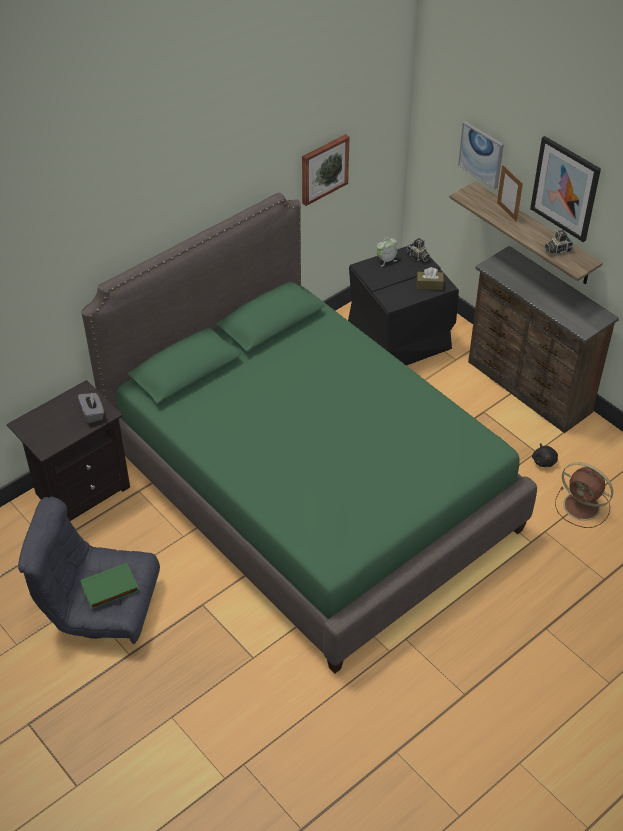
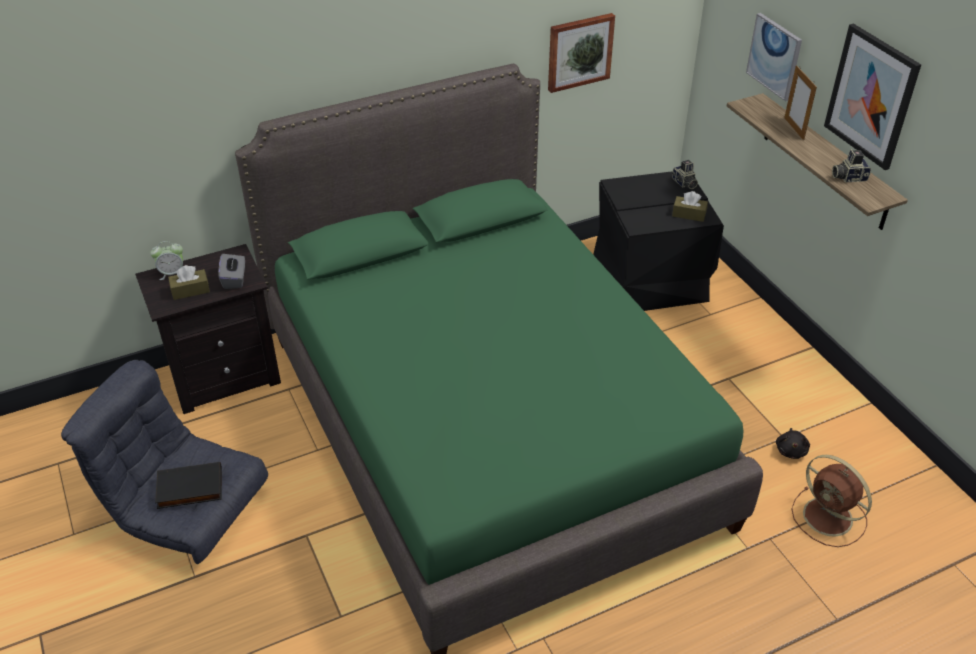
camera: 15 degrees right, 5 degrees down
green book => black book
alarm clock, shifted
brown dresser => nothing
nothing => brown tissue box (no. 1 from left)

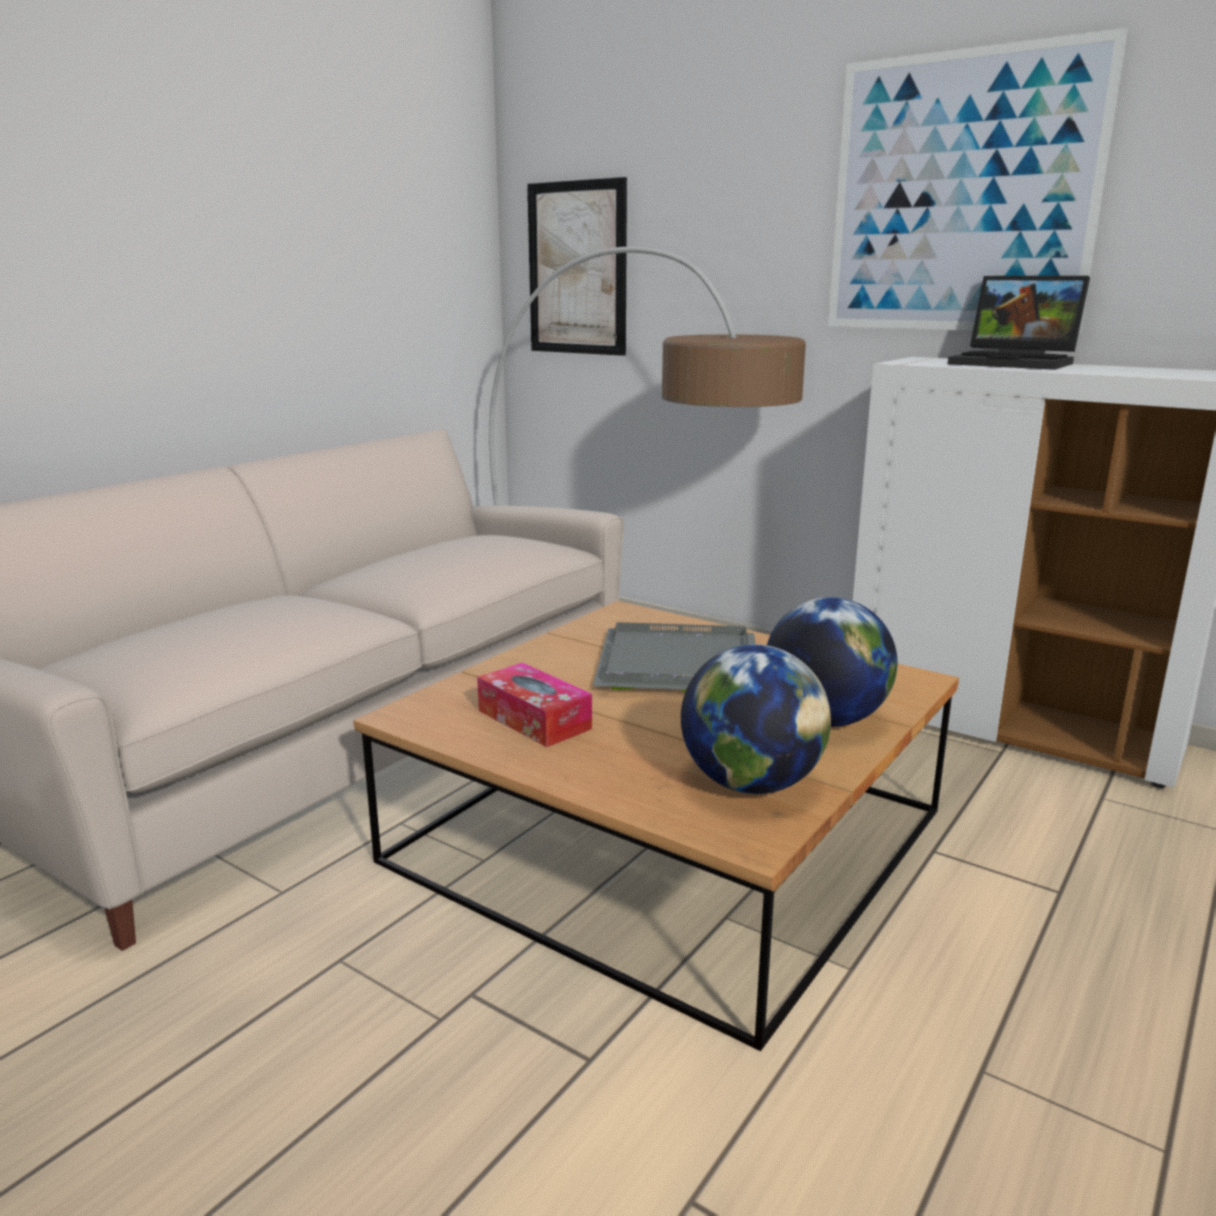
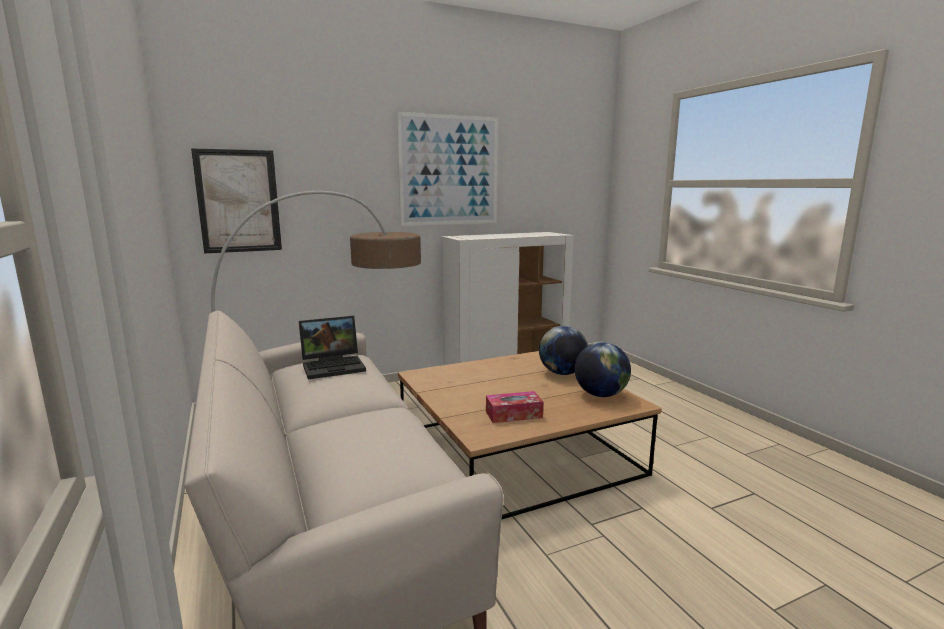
camera: 60 degrees left, 5 degrees down
grey tray => nothing
laptop, shifted

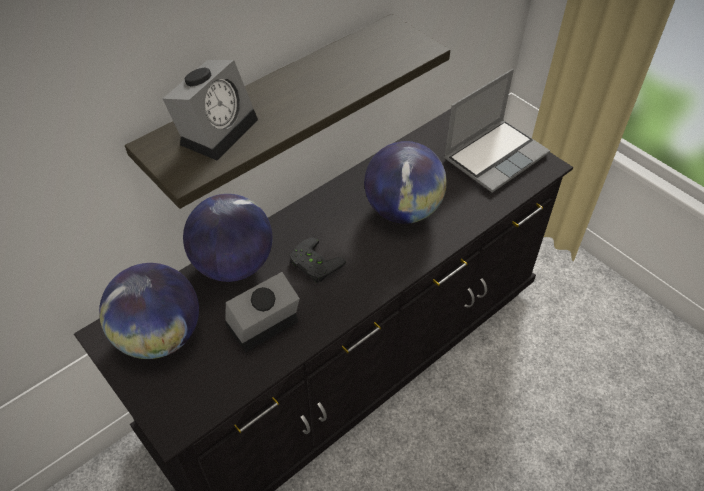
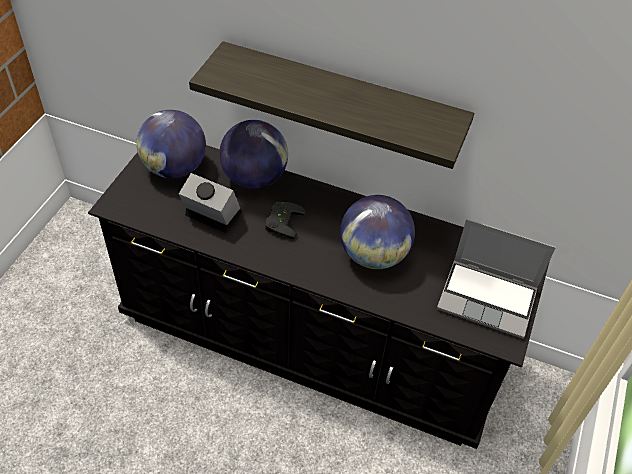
camera: 60 degrees right, 0 degrees up
alarm clock (no. 1 from left) => nothing

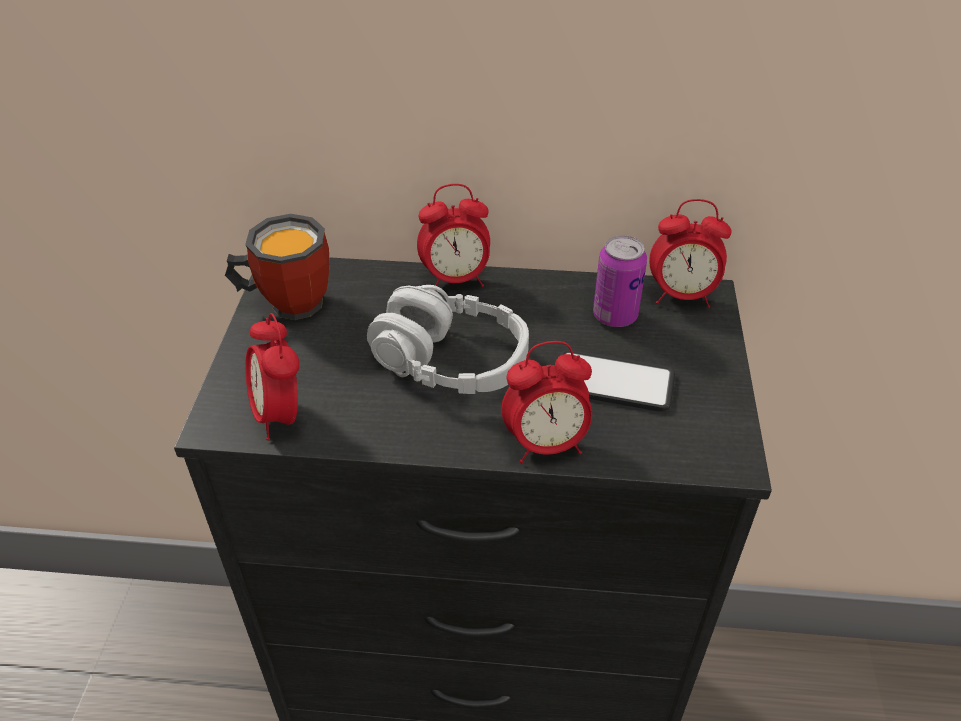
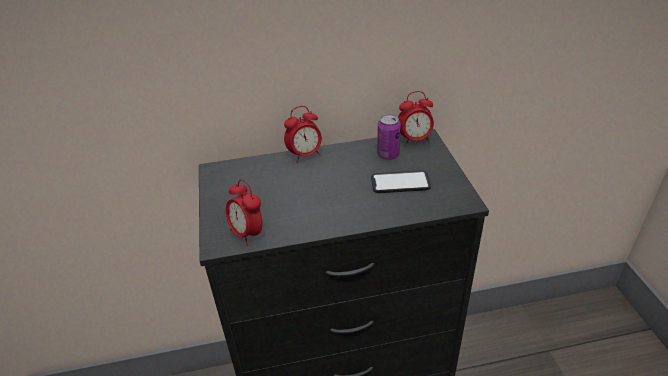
camera: 15 degrees left, 5 degrees down
mug => nothing
grey headphones => nothing
alarm clock (no. 3 from left) => nothing

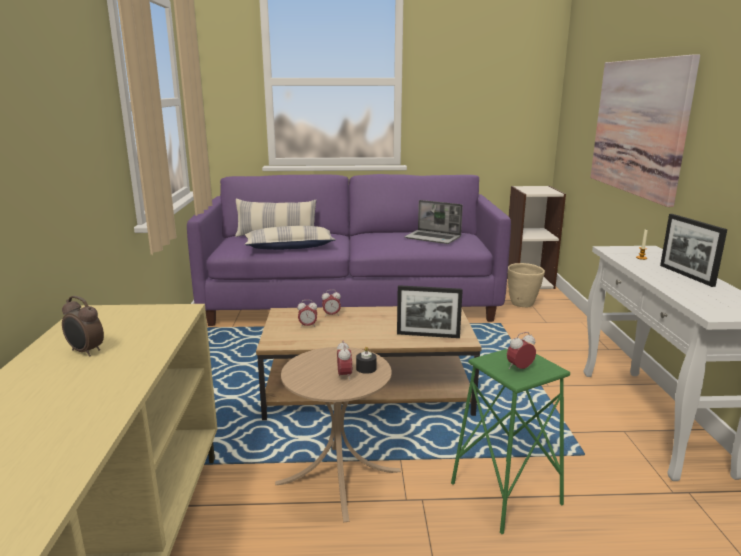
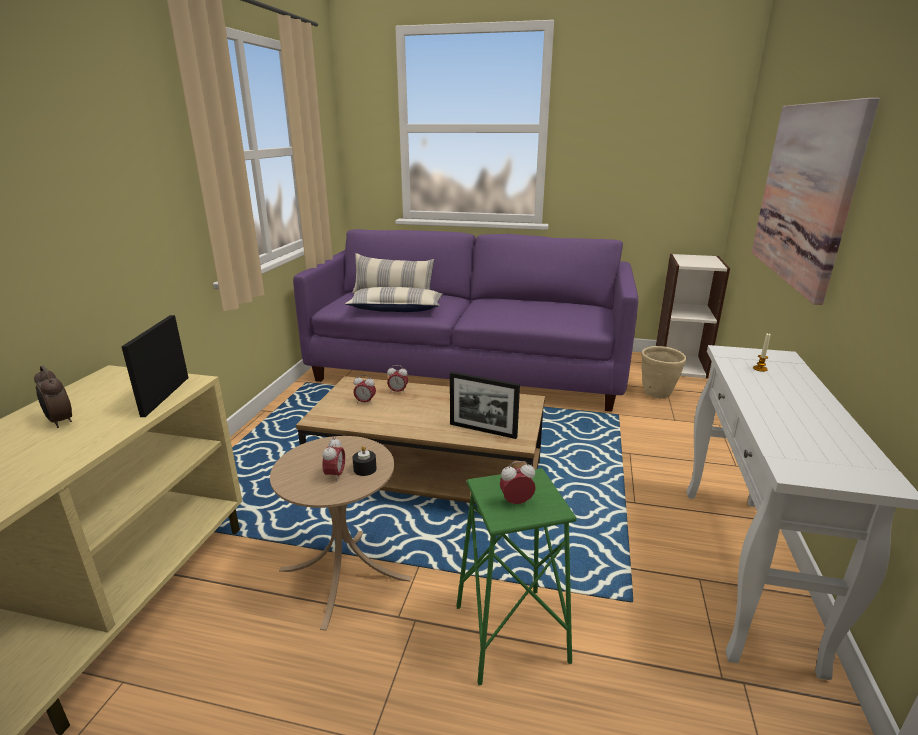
camera: 15 degrees right, 5 degrees up
laptop => nothing
picture frame (no. 2 from left in the first image) => picture frame (no. 1 from left), shifted

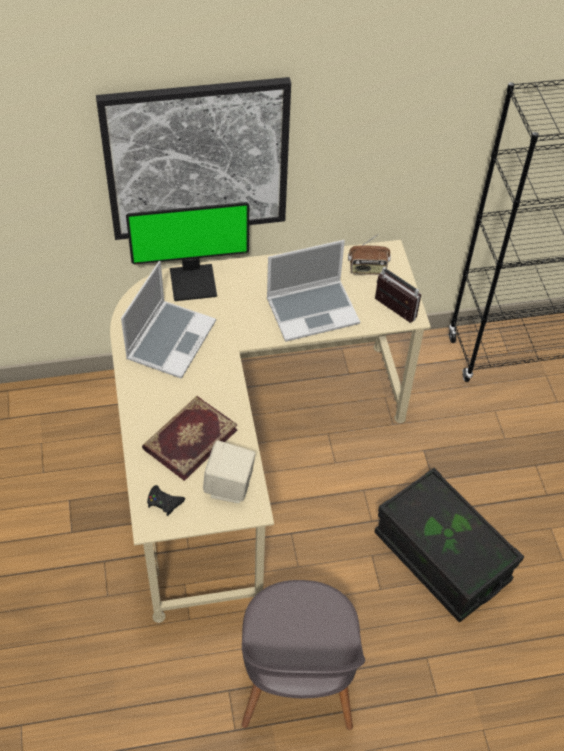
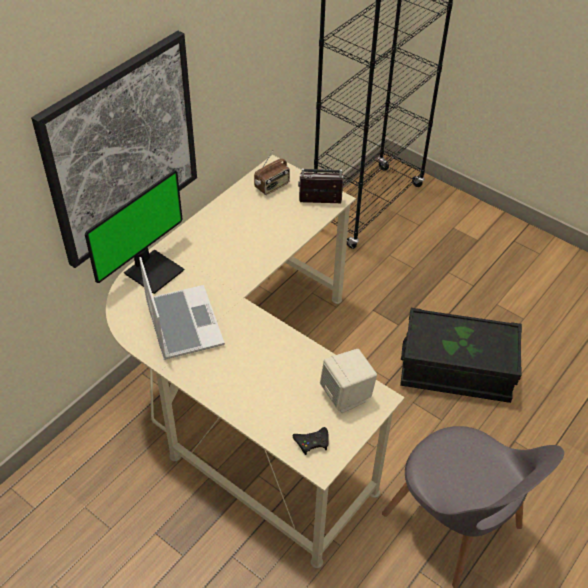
camera: 40 degrees left, 5 degrees down
book => nothing
laptop (no. 2 from left) => nothing

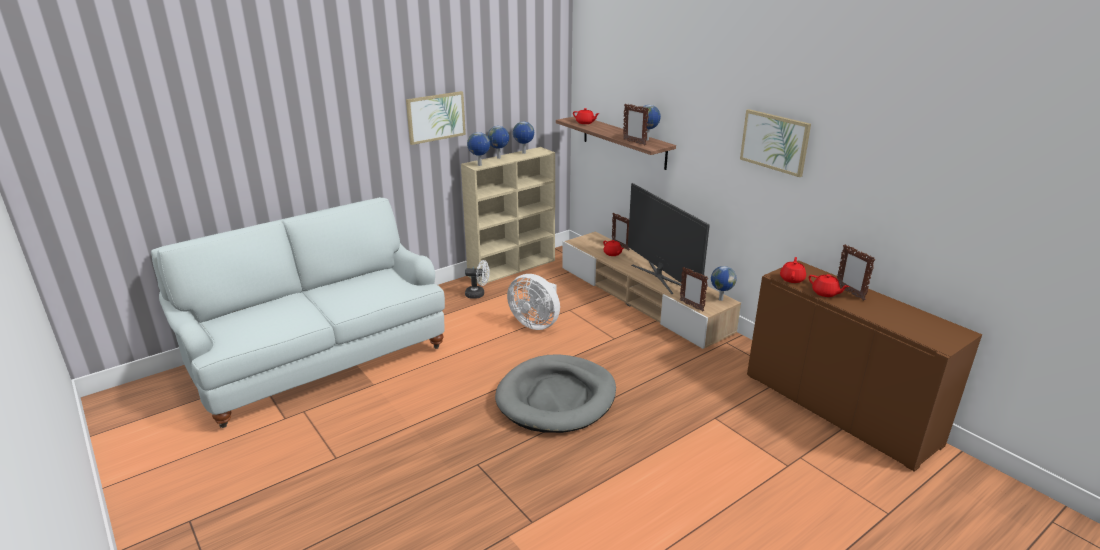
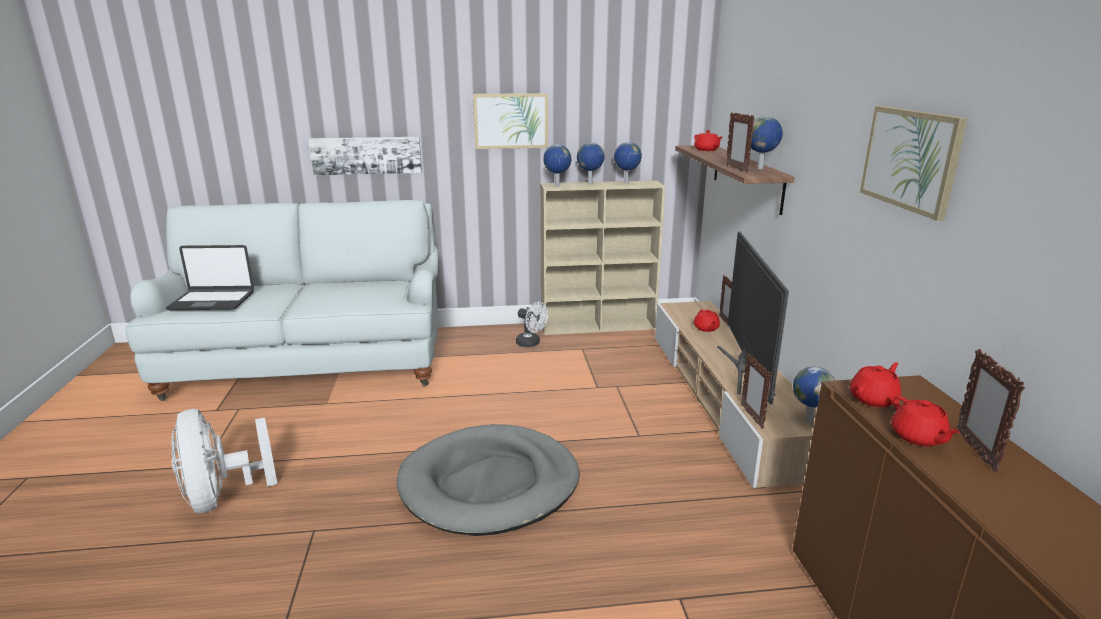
camera: 30 degrees right, 5 degrees down
white fan (no. 2 from left in the first image) => white fan (no. 1 from left), shifted
nothing => laptop
nothing => picture (no. 1 from left)

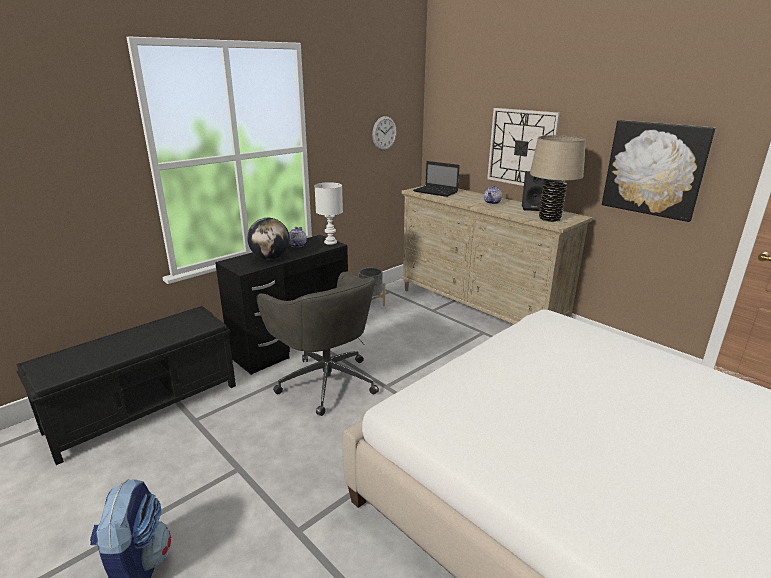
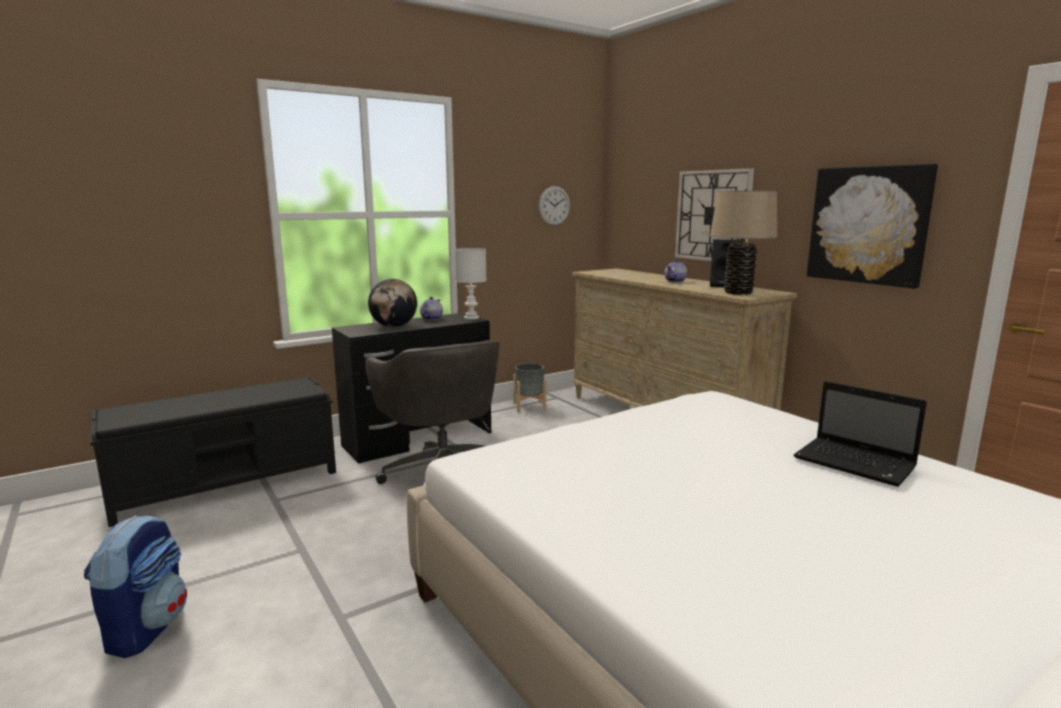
camera: 10 degrees right, 10 degrees down
laptop, shifted

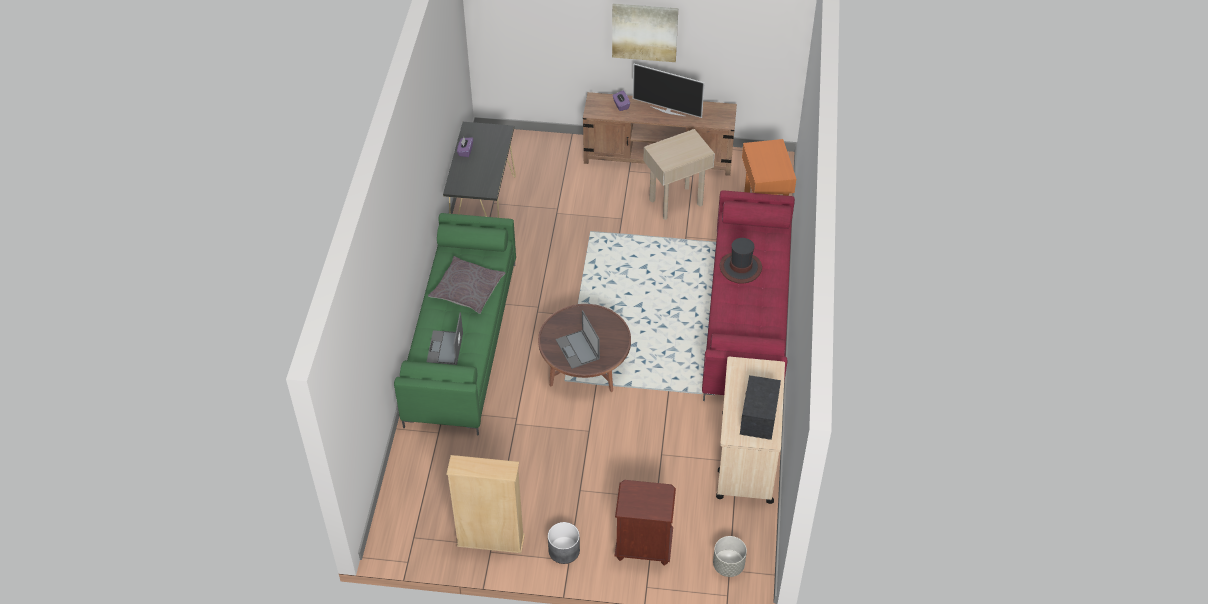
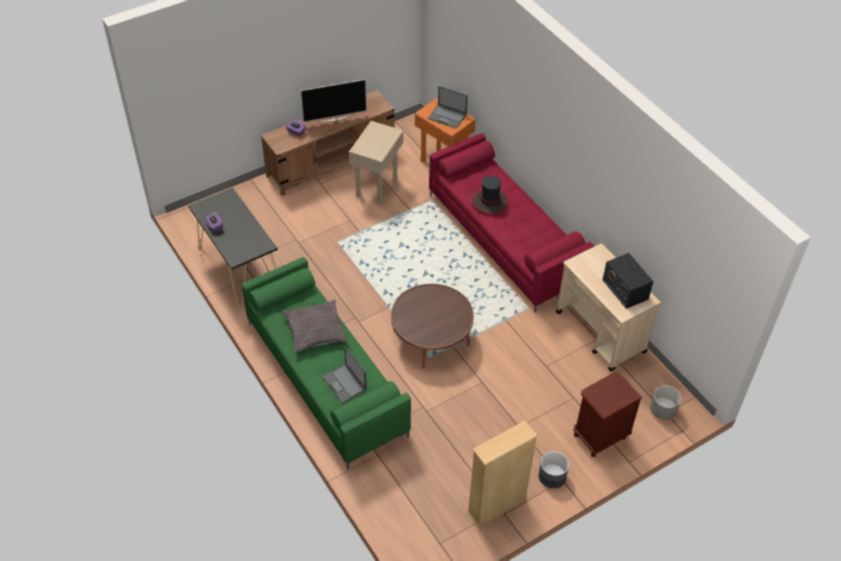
camera: 40 degrees left, 0 degrees up
laptop (no. 2 from left), shifted
picture => nothing

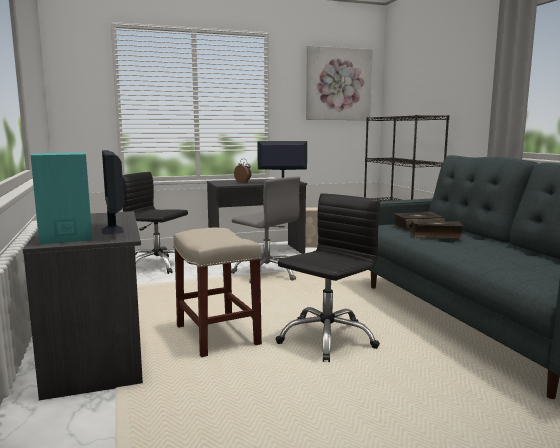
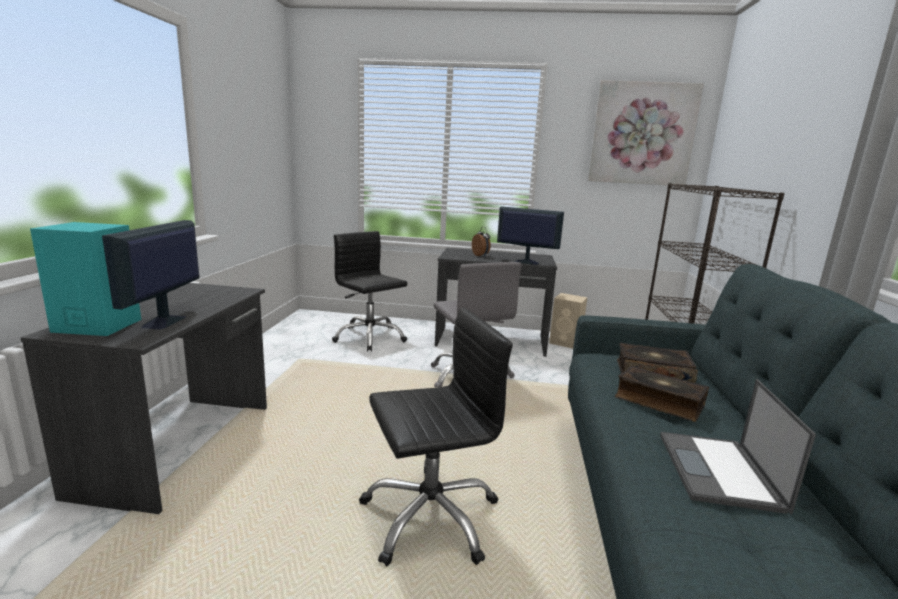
camera: 25 degrees right, 5 degrees up
beige stool => nothing
nothing => laptop

